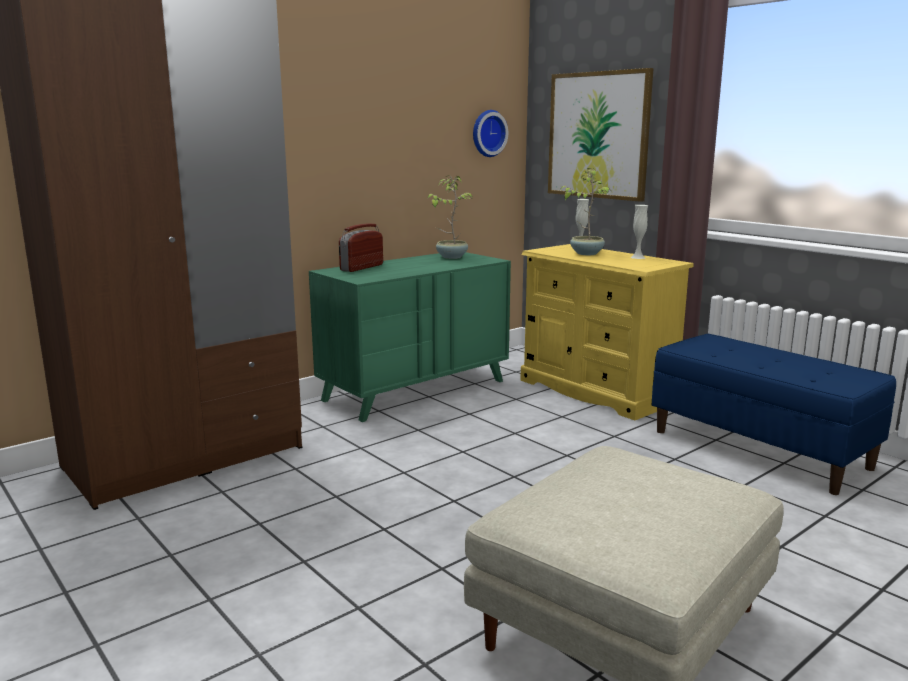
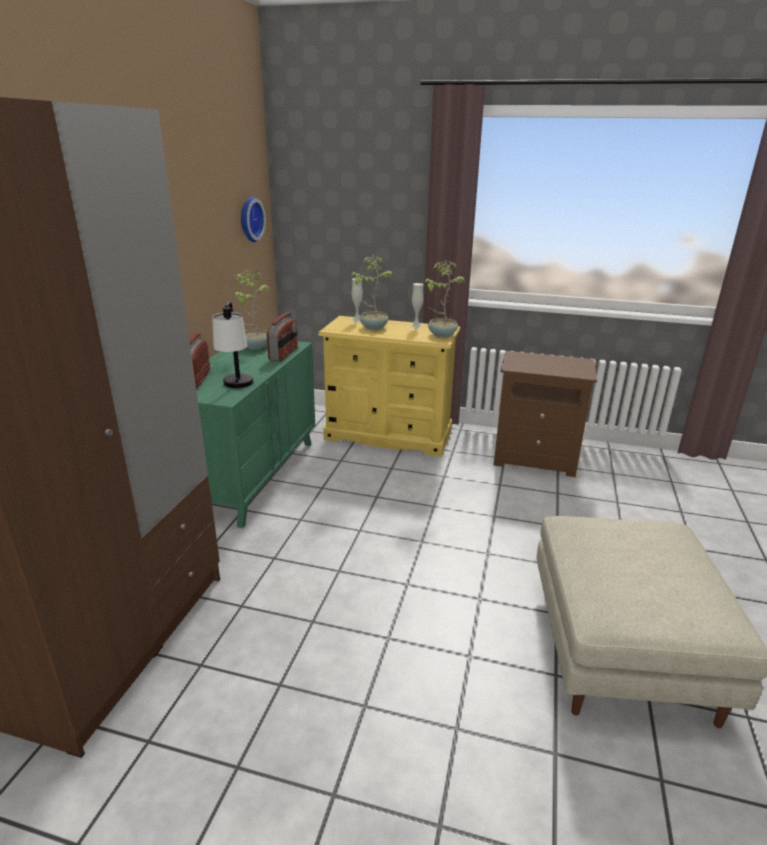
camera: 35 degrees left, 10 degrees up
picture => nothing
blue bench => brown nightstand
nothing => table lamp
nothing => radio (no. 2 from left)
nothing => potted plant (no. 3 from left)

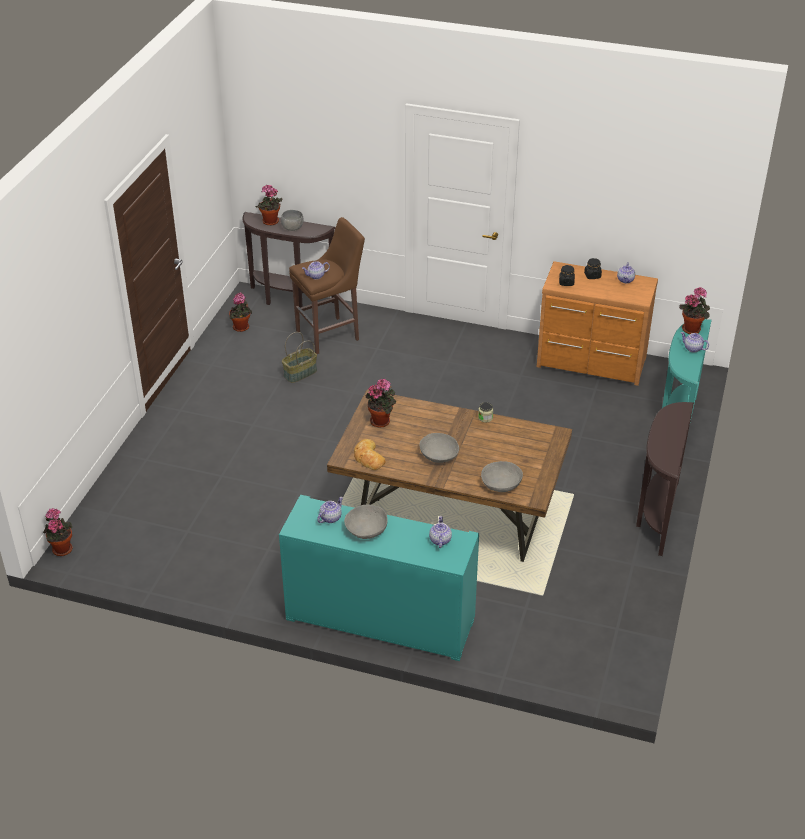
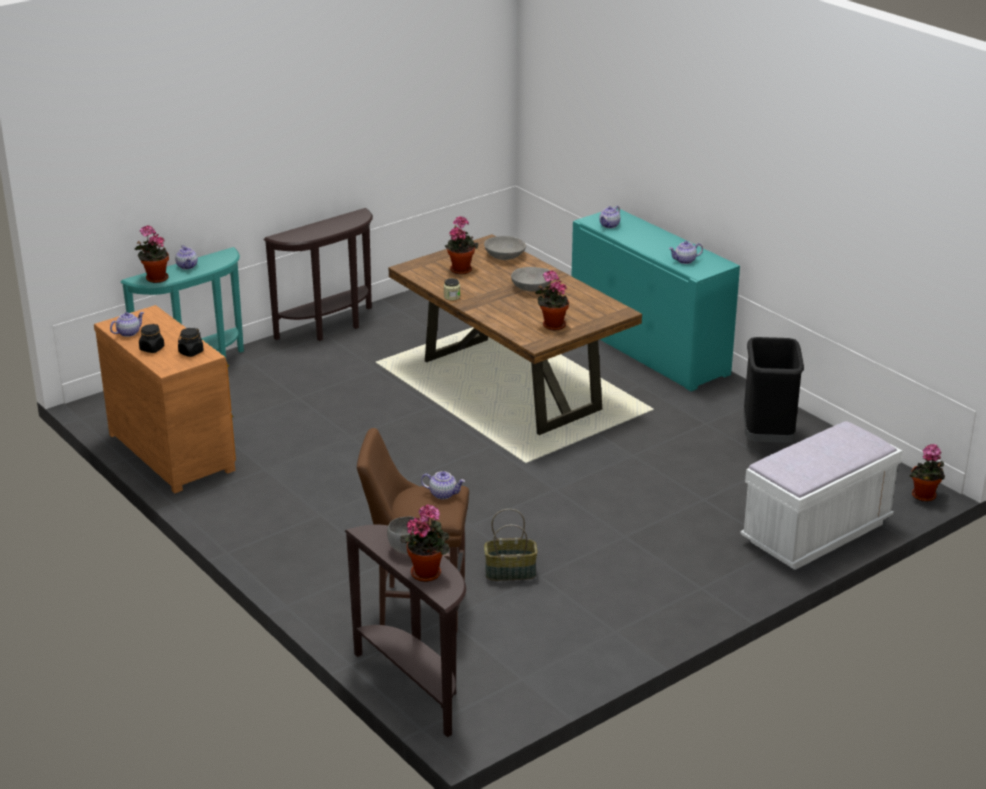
camera: 145 degrees left, 10 degrees down
potted plant (no. 2 from left in the first image) => potted plant (no. 3 from left), shifted
grey bowl (no. 2 from left) => nothing
bread => nothing
nothing => white bench
nothing => black trash can

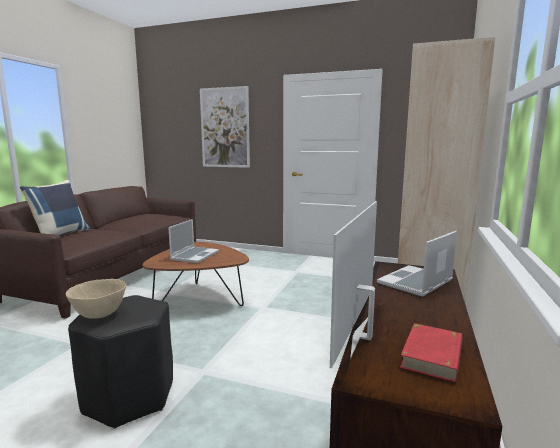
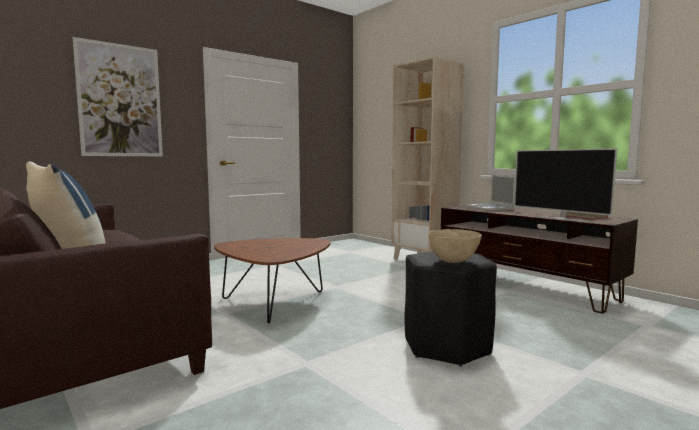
camera: 60 degrees left, 5 degrees down
laptop (no. 1 from left) => nothing

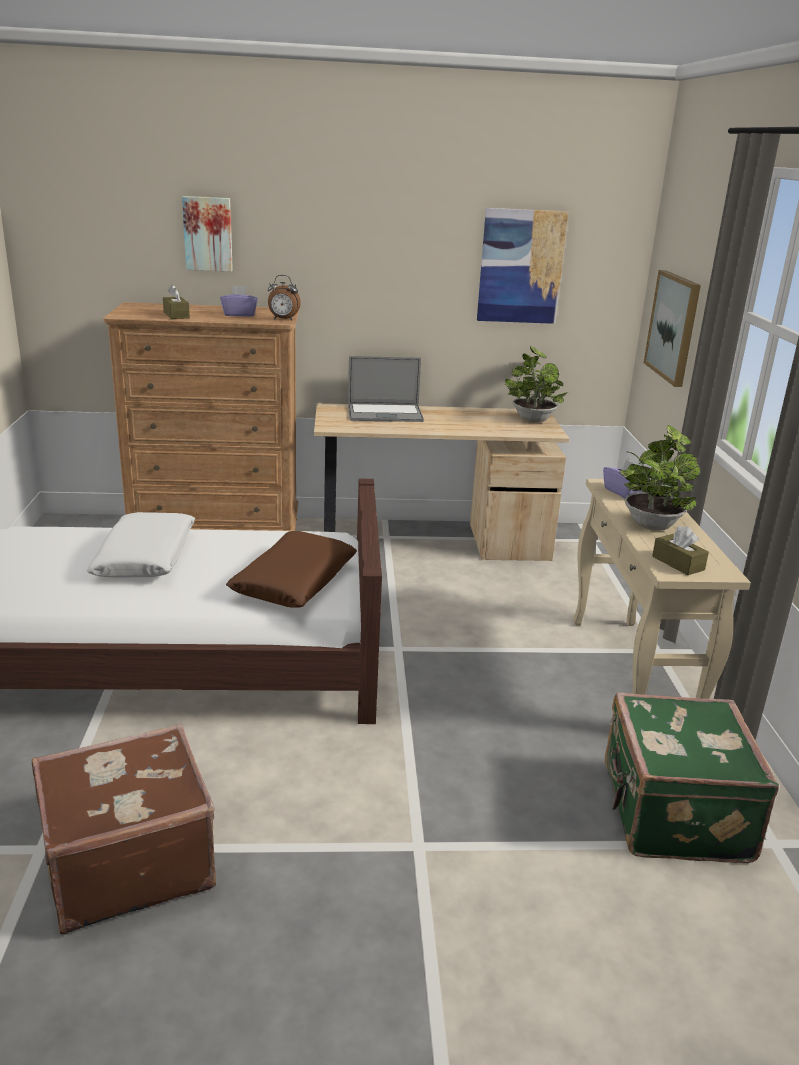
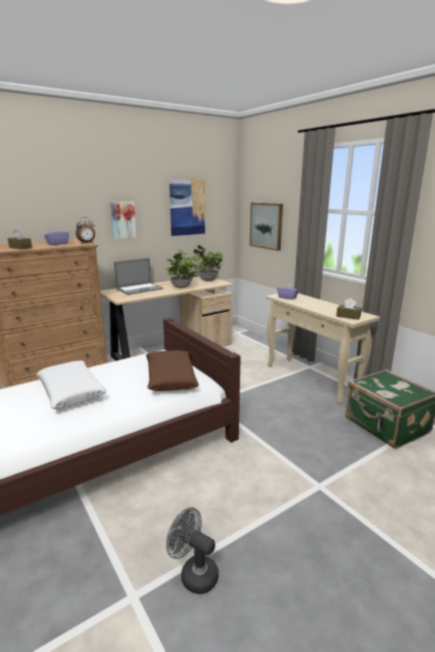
camera: 30 degrees left, 5 degrees down
brown suitcase => grey fan
picture (no. 1 from left), shifted
potted plant (no. 2 from left in the first image) => potted plant (no. 1 from left), shifted

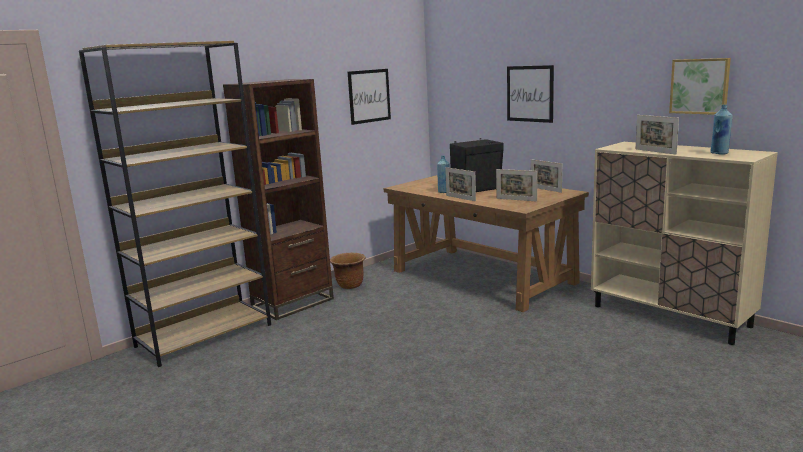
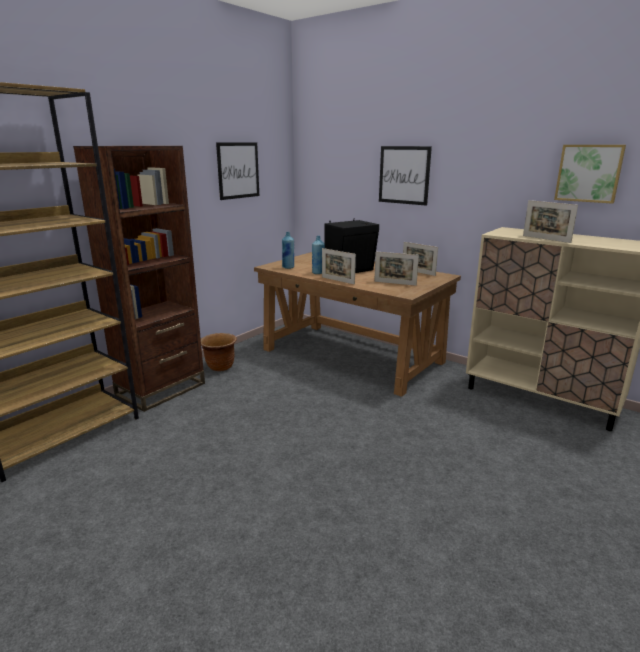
camera: 10 degrees left, 5 degrees up
blue bottle (no. 2 from left in the first image) => blue bottle (no. 1 from left), shifted

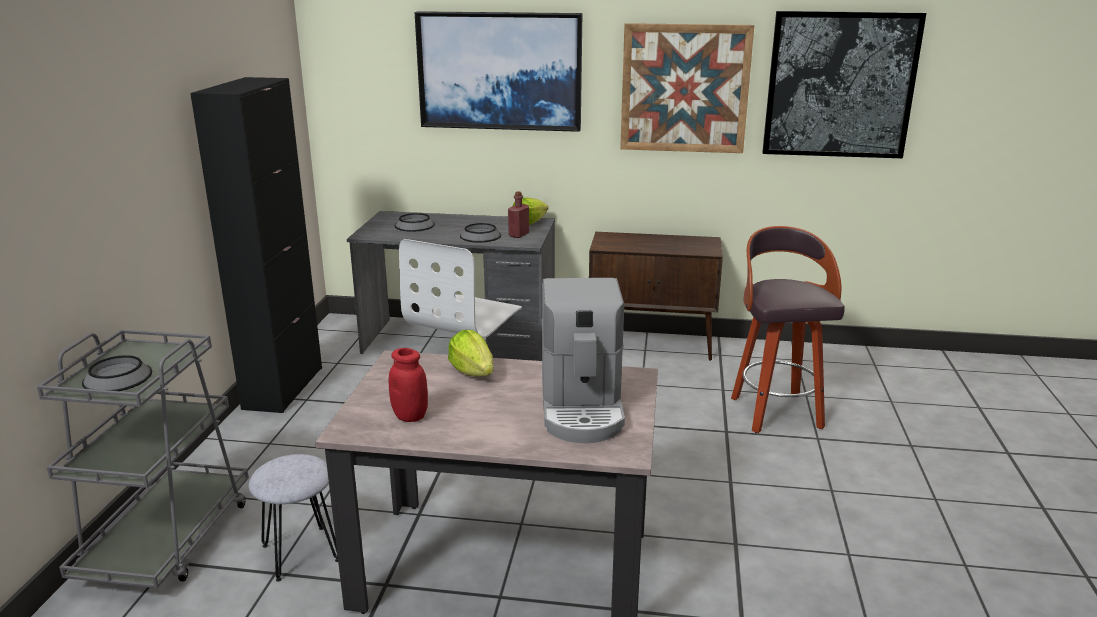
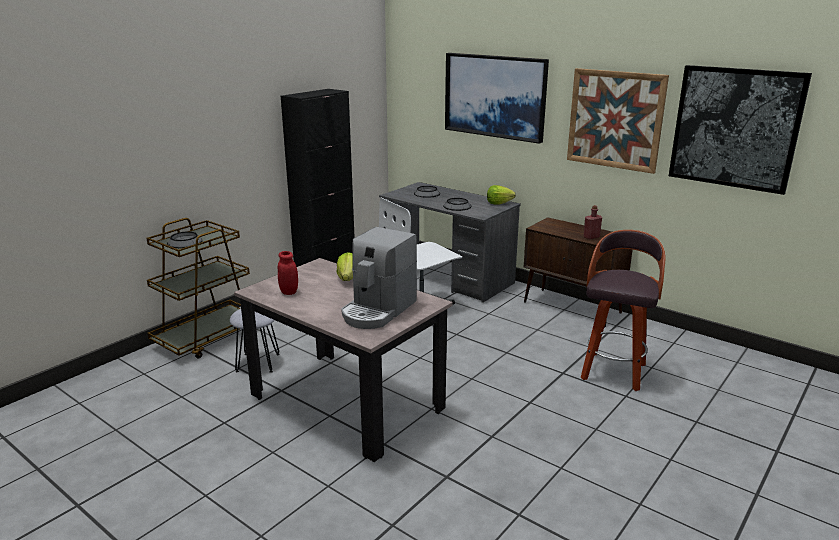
camera: 30 degrees right, 0 degrees up
grey cart => brown cart
red bottle, shifted

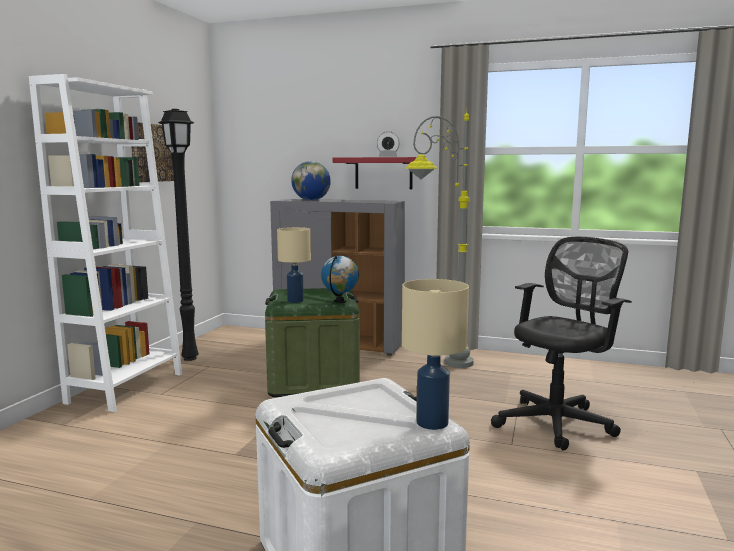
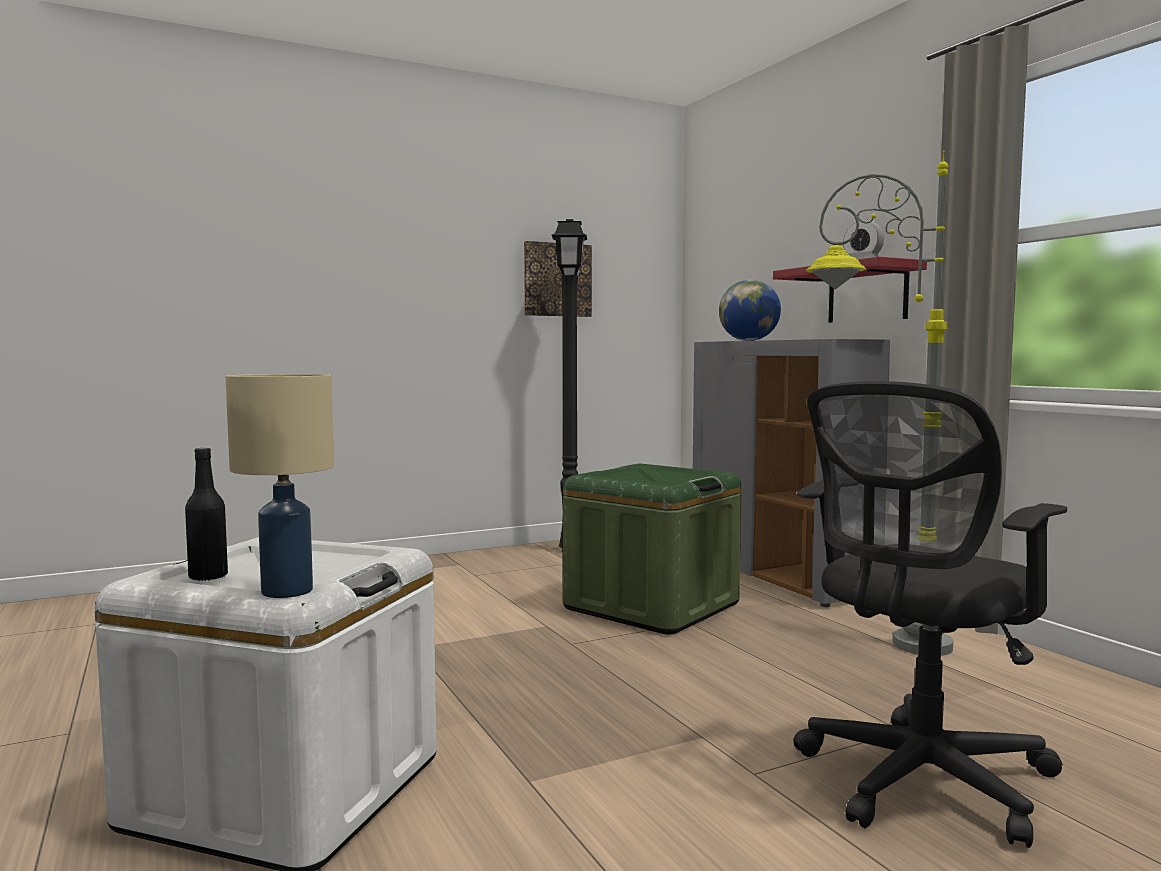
camera: 45 degrees right, 5 degrees down
white bookcase => nothing
beige table lamp (no. 1 from left) => nothing
globe (no. 2 from left) => nothing
black office chair, 135 degrees clockwise
nothing => black bottle

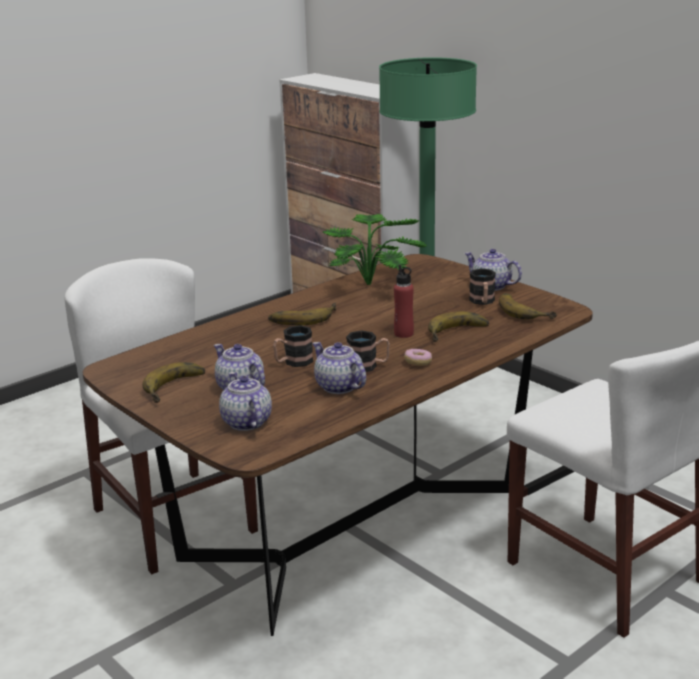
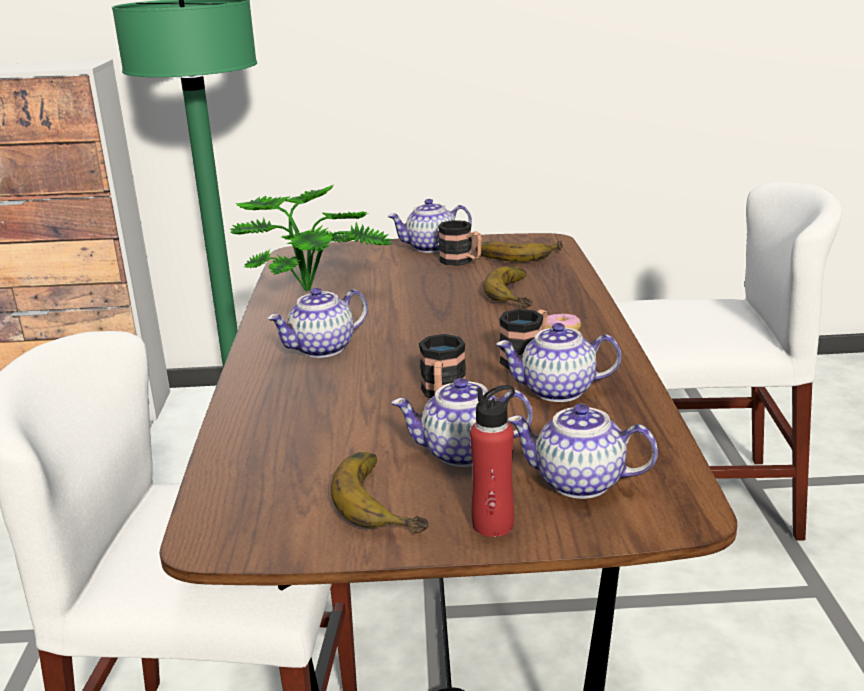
camera: 50 degrees left, 0 degrees up
banana (no. 2 from left) => teapot (no. 1 from left)
red bottle, shifted

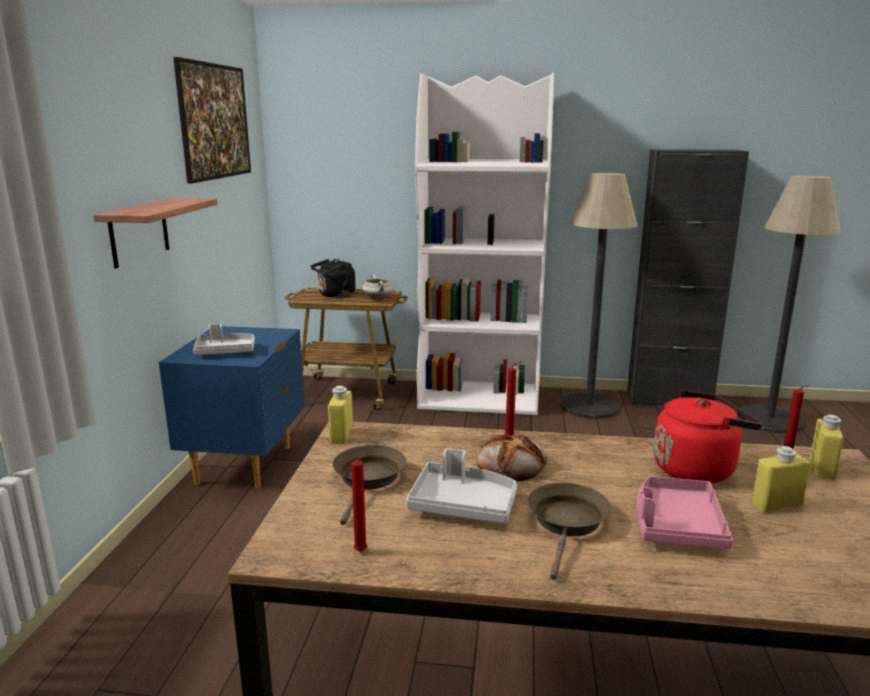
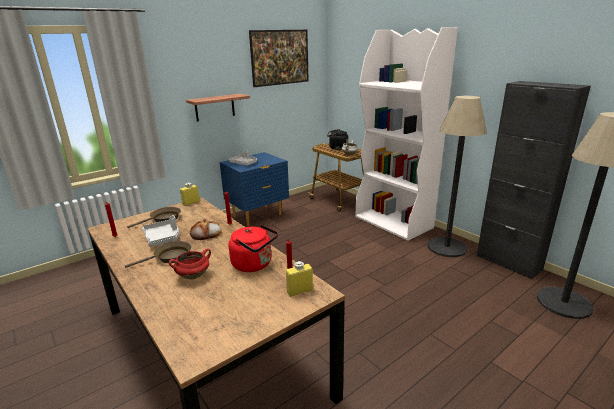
camera: 45 degrees right, 5 degrees up
pink tray => red cooking pot
yellow bottle (no. 2 from left) => nothing

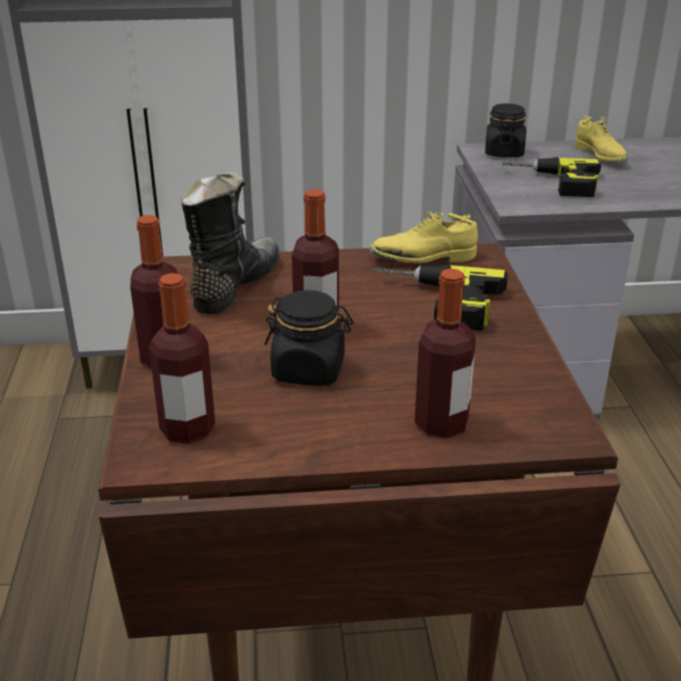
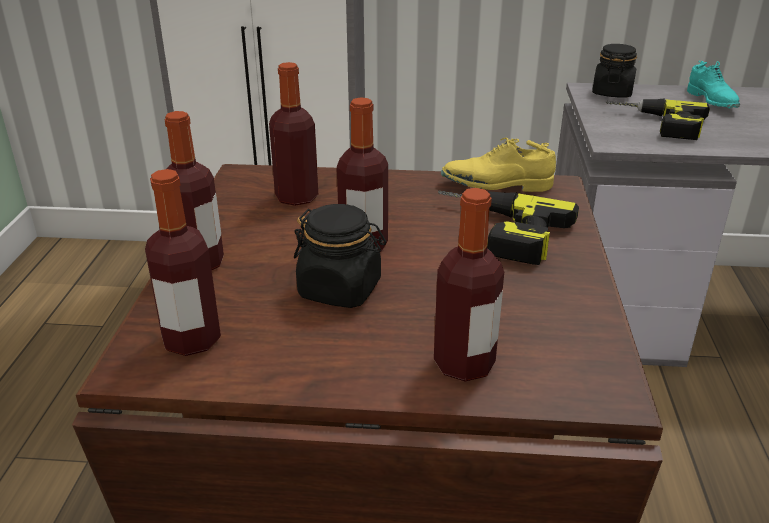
camera: 10 degrees right, 0 degrees up
black boot => bottle (no. 3 from left)
yellow shoe (no. 2 from left) => turquoise shoe

